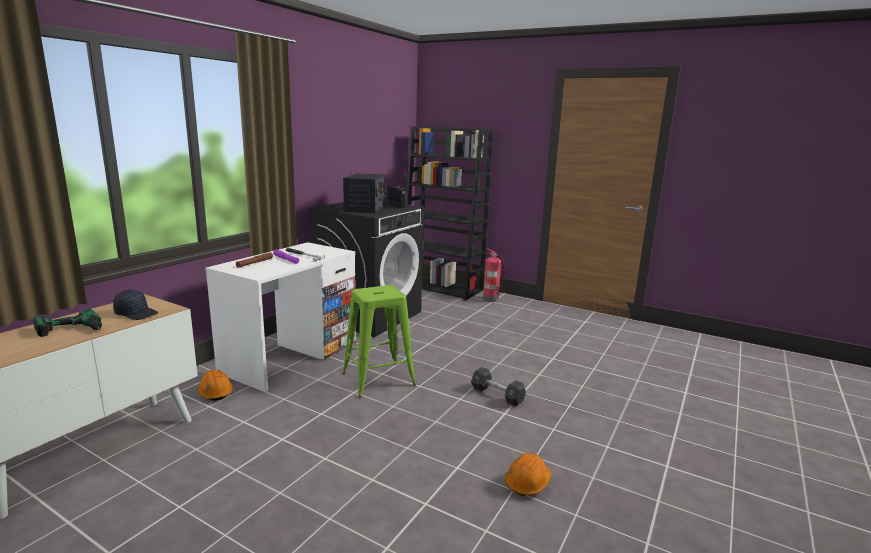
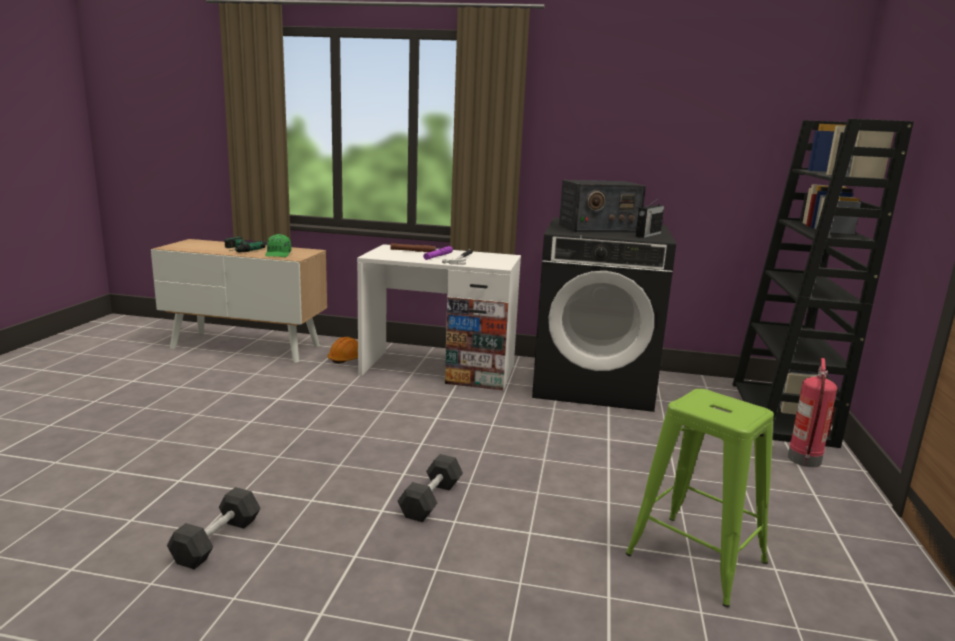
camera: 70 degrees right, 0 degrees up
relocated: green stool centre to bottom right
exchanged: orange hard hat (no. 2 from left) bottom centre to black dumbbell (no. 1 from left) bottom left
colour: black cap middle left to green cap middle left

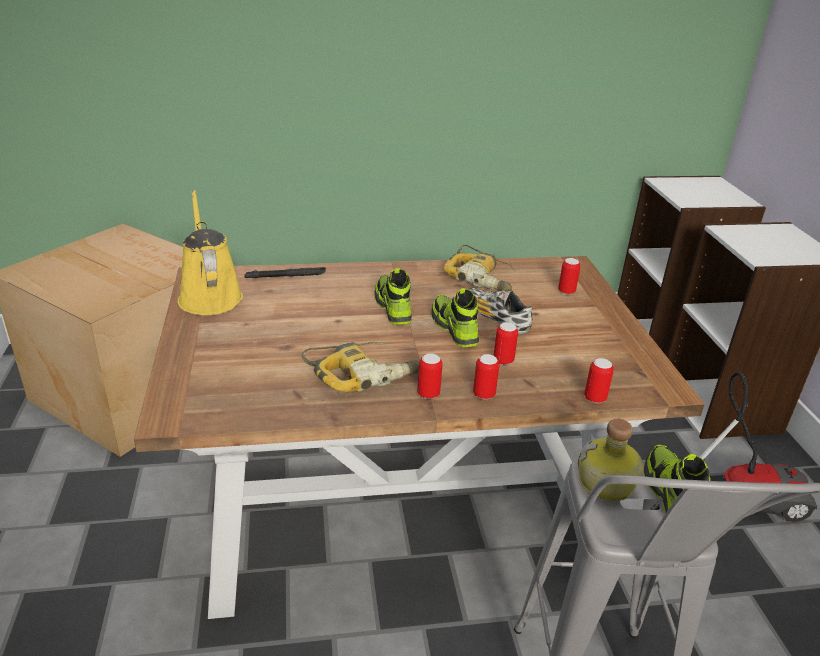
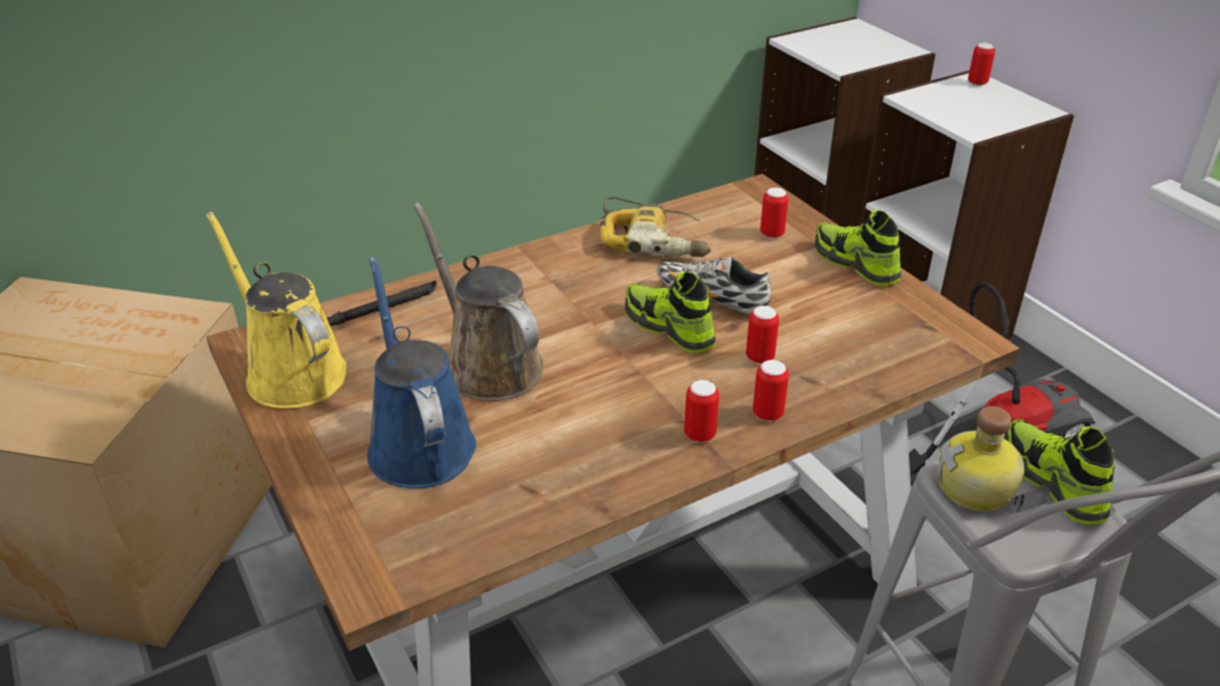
camera: 20 degrees left, 5 degrees up
missing: power drill (no. 1 from left) centre
appeared: blue watering can centre; brown watering can centre
relocated: shoe (no. 1 from left in the first image) centre to shoe (no. 3 from left) middle right; can (no. 5 from left) middle right to top right

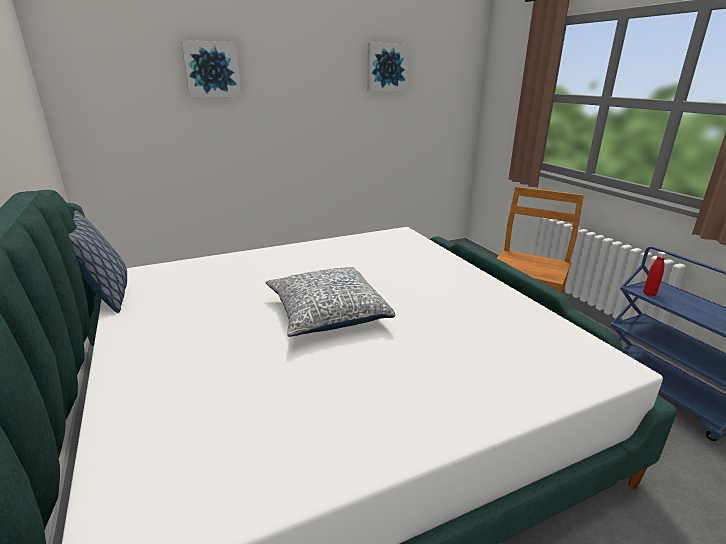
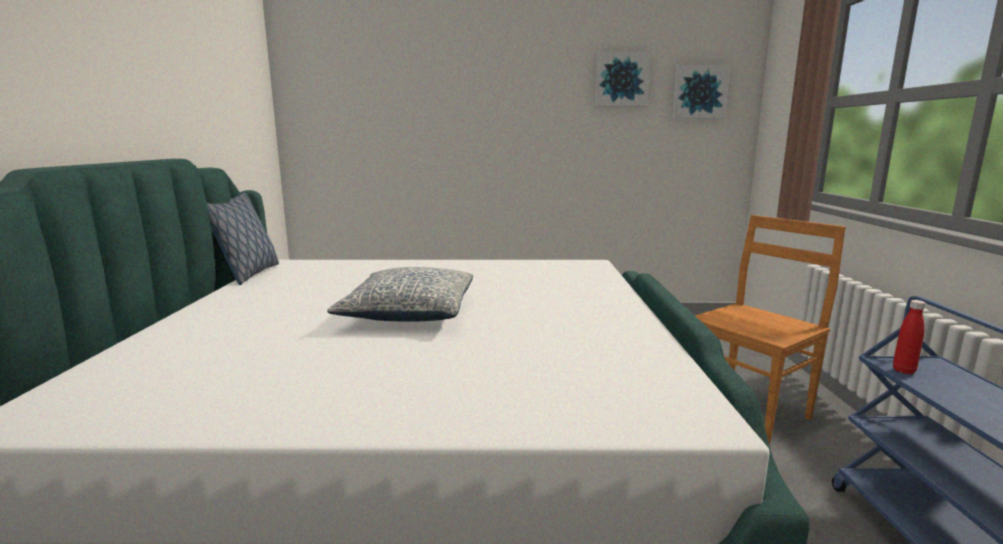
camera: 25 degrees right, 10 degrees down
relocated: picture (no. 1 from left in the first image) top left to picture (no. 2 from left) top right

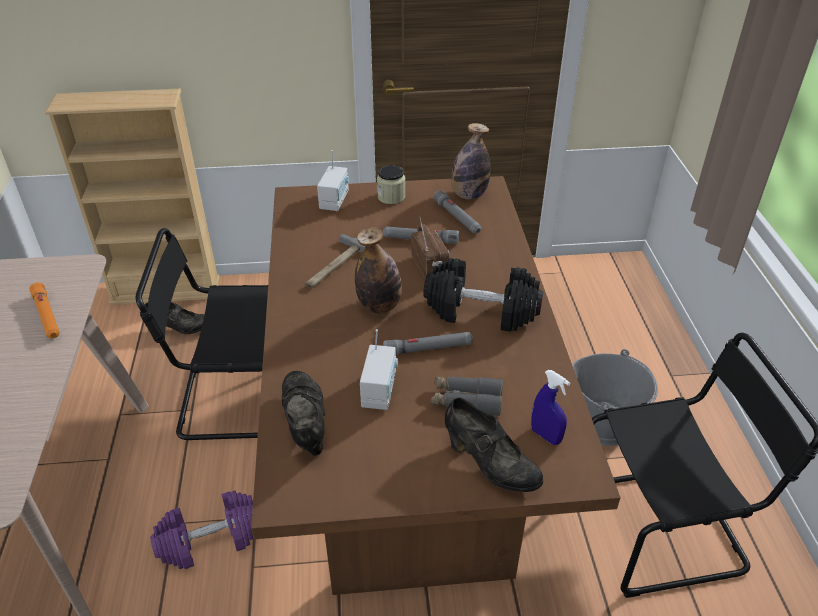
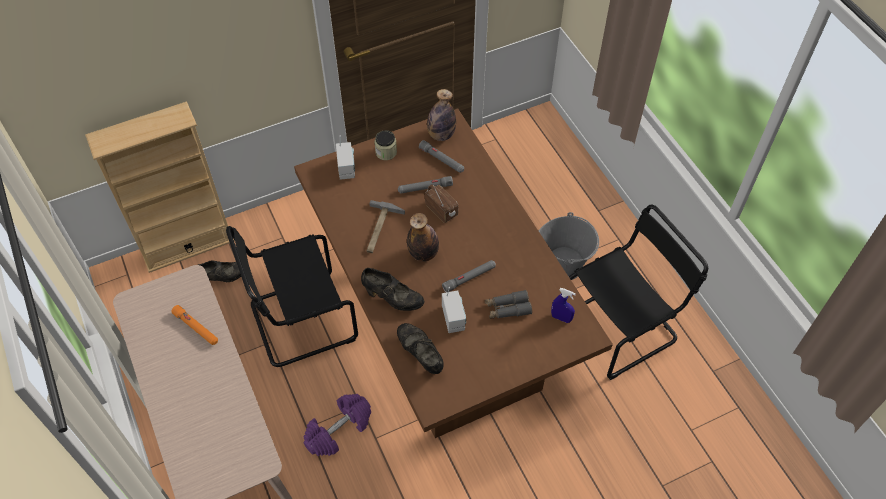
camera: 20 degrees left, 15 degrees up
missing: black dumbbell centre
relocated: black shoe (no. 3 from left in the first image) bottom centre to black shoe (no. 2 from left) centre

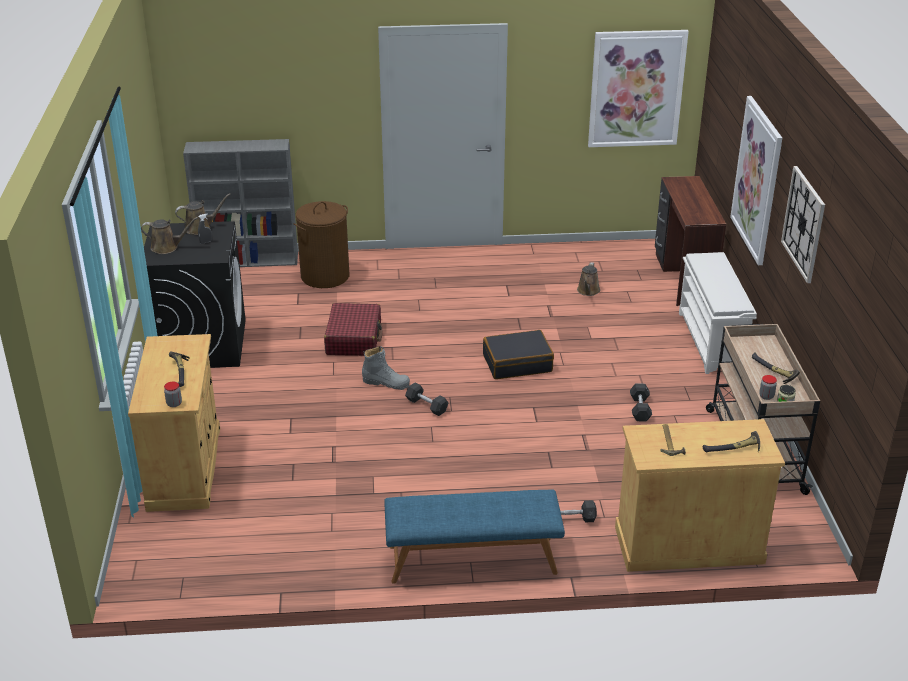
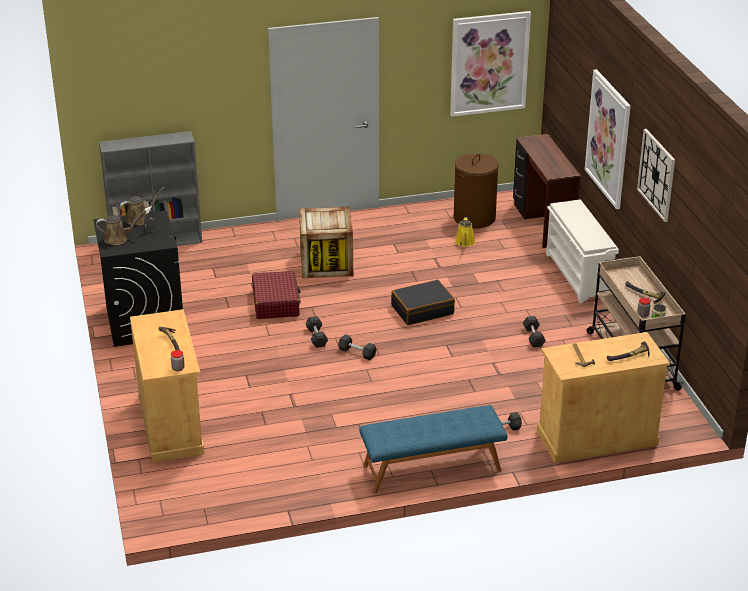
camera: 10 degrees left, 0 degrees up
appeared: crate centre
relocated: brown laundry basket centre to top centre
exchanged: grey boot centre to grey dumbbell (no. 1 from left) centre
colour: brown watering can (no. 3 from left) centre to yellow watering can centre

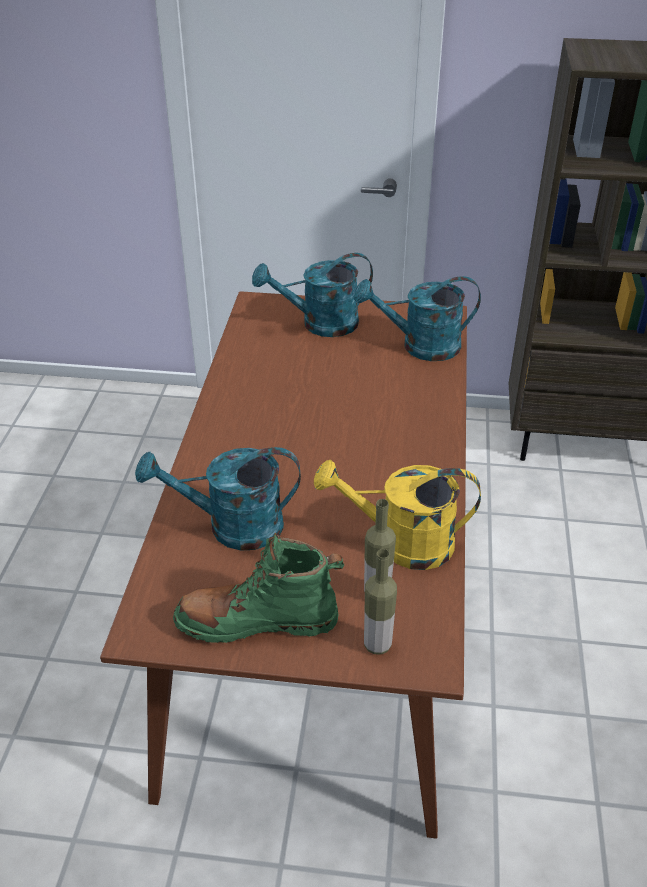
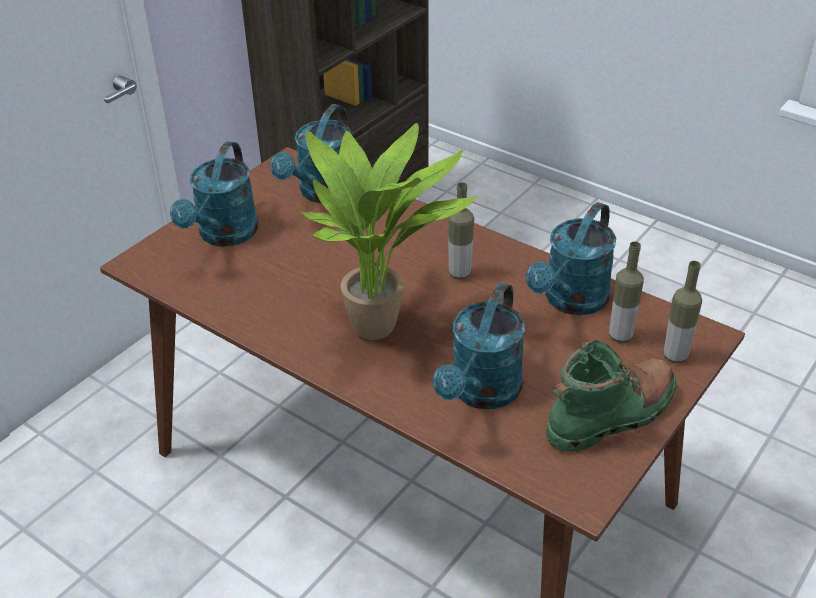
camera: 60 degrees left, 0 degrees up
appeared: potted plant centre; bottle (no. 1 from left) centre
colour: yellow watering can centre to turquoise watering can (no. 4 from left) middle right
spun: green boot centre = middle right 150 degrees counterclockwise

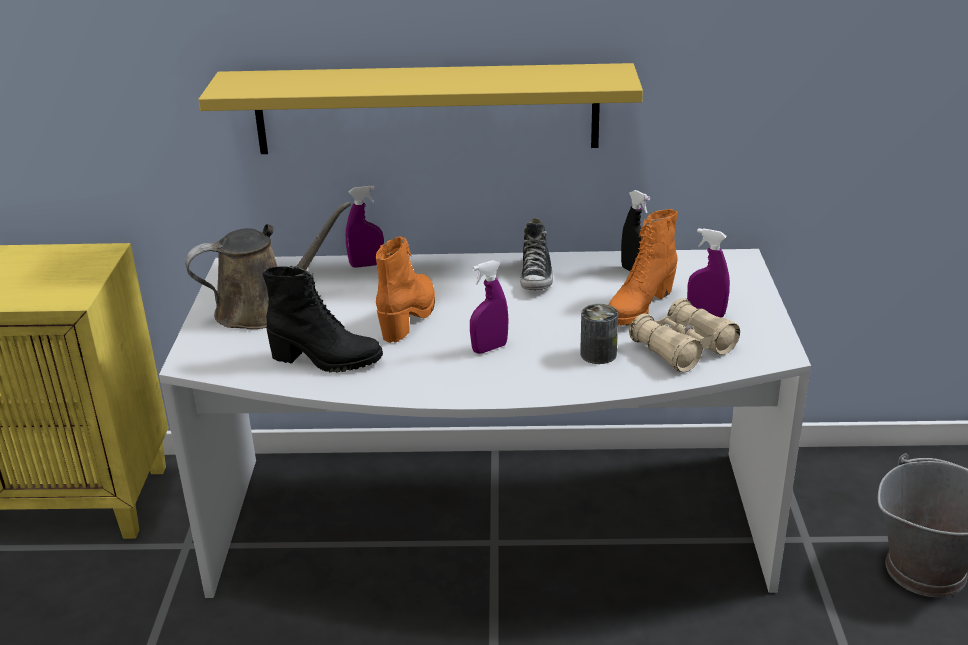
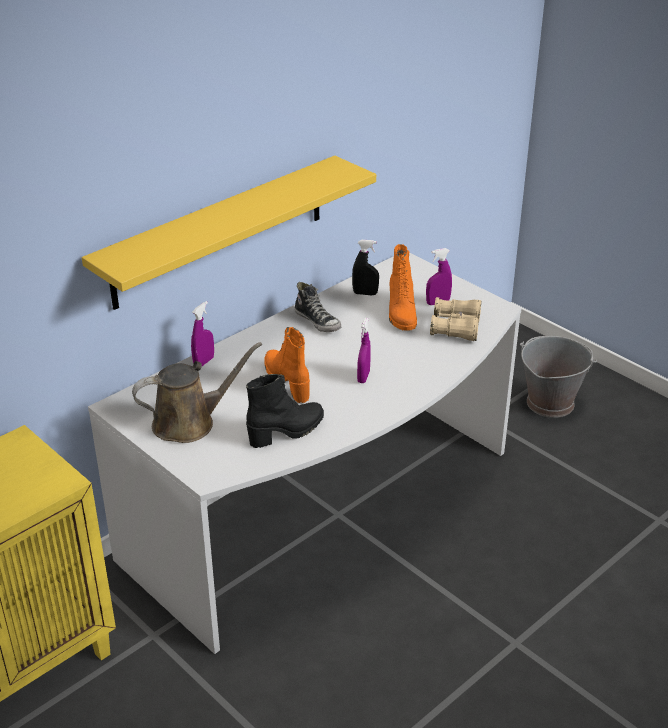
camera: 45 degrees left, 5 degrees up
missing: can centre
spun: brown watering can middle left = middle left 45 degrees clockwise

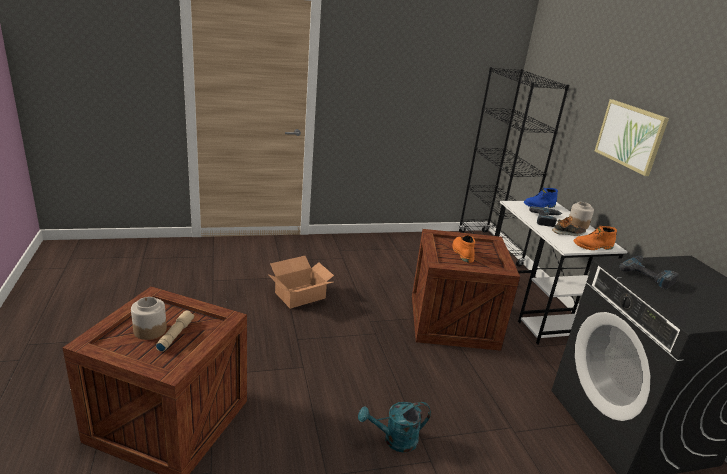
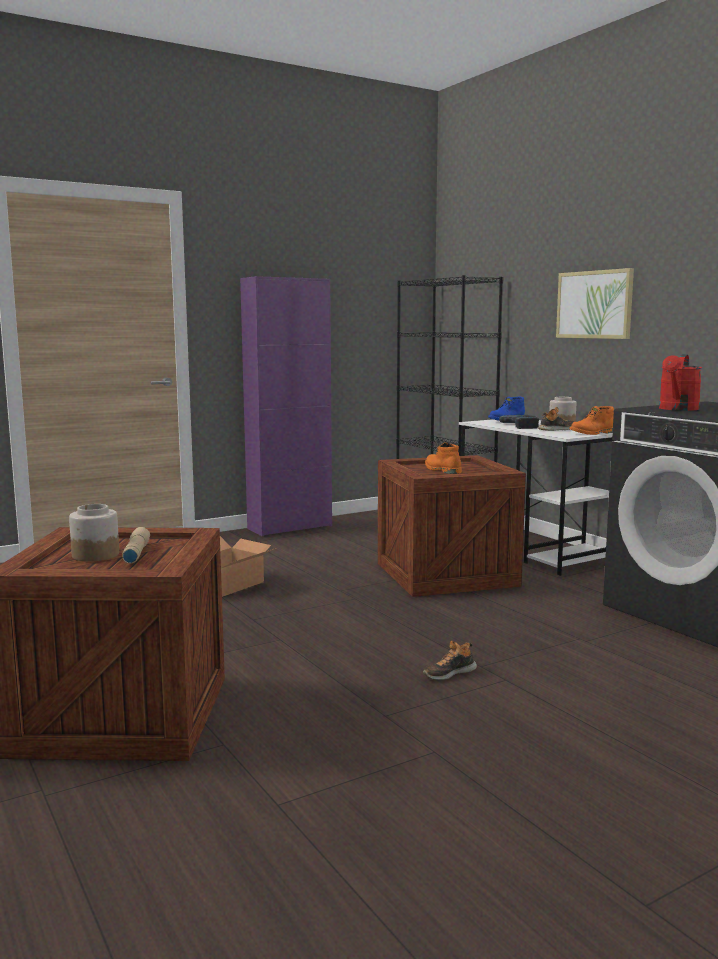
camera: 15 degrees left, 15 degrees down
appeared: purple cabinet centre
exchanged: turquoise watering can bottom centre to shoe (no. 1 from left) bottom centre; power drill (no. 2 from left) middle right to red watering can middle right

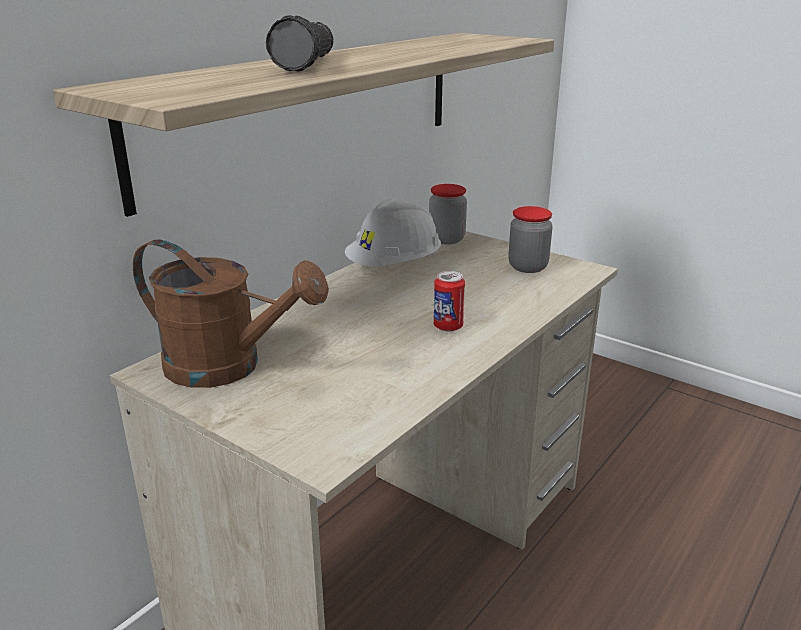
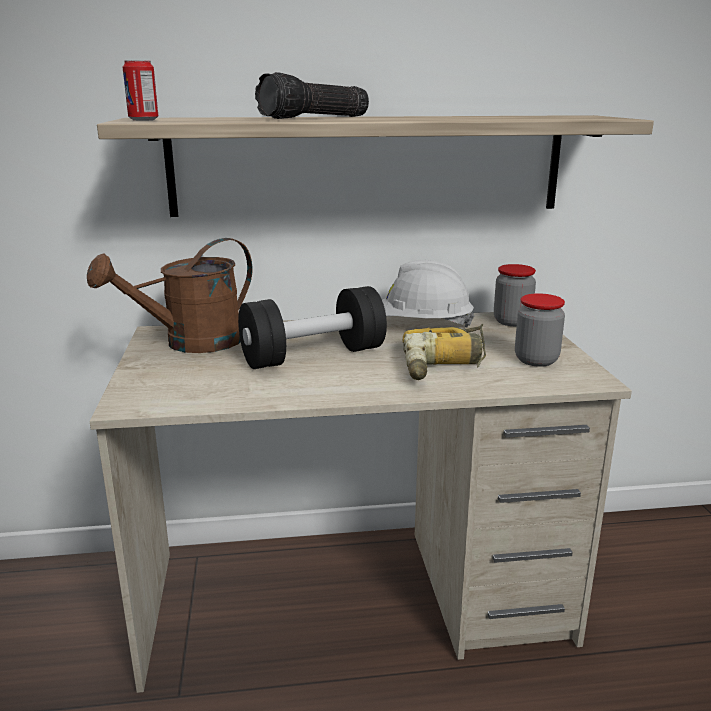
camera: 45 degrees right, 5 degrees down
appeared: black dumbbell centre; power drill centre
relocated: can centre to top left
spun: brown watering can middle left = middle left 75 degrees clockwise

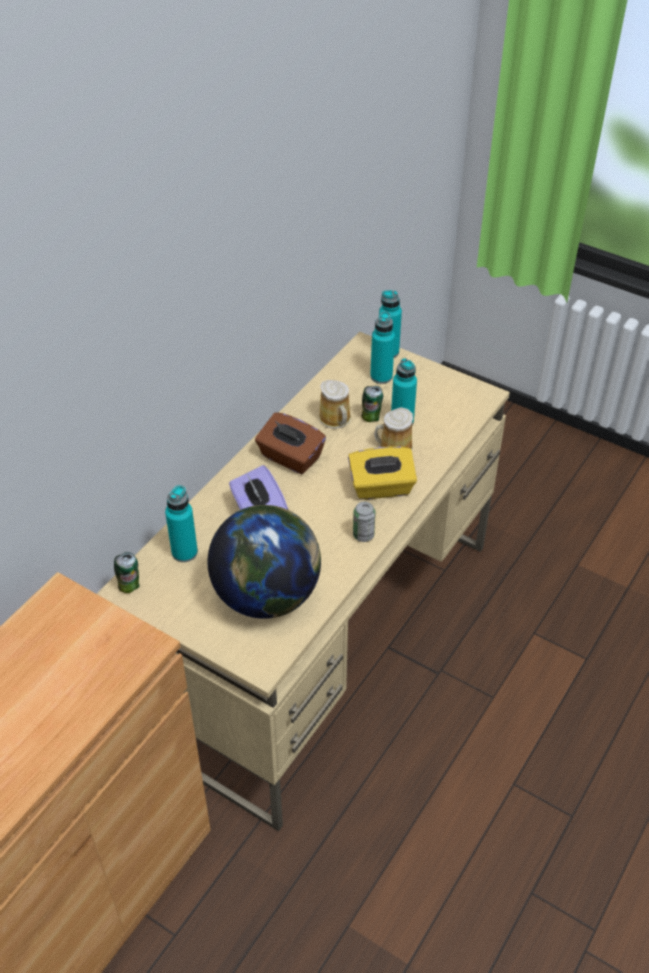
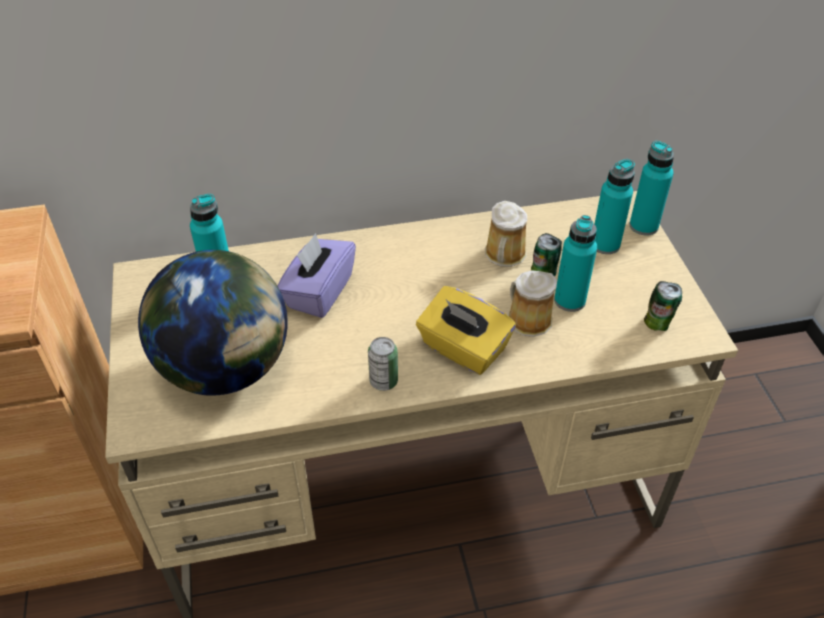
camera: 45 degrees right, 0 degrees up
missing: brown tissue box centre
relocated: can (no. 1 from left in the first image) middle left to can (no. 3 from left) middle right

